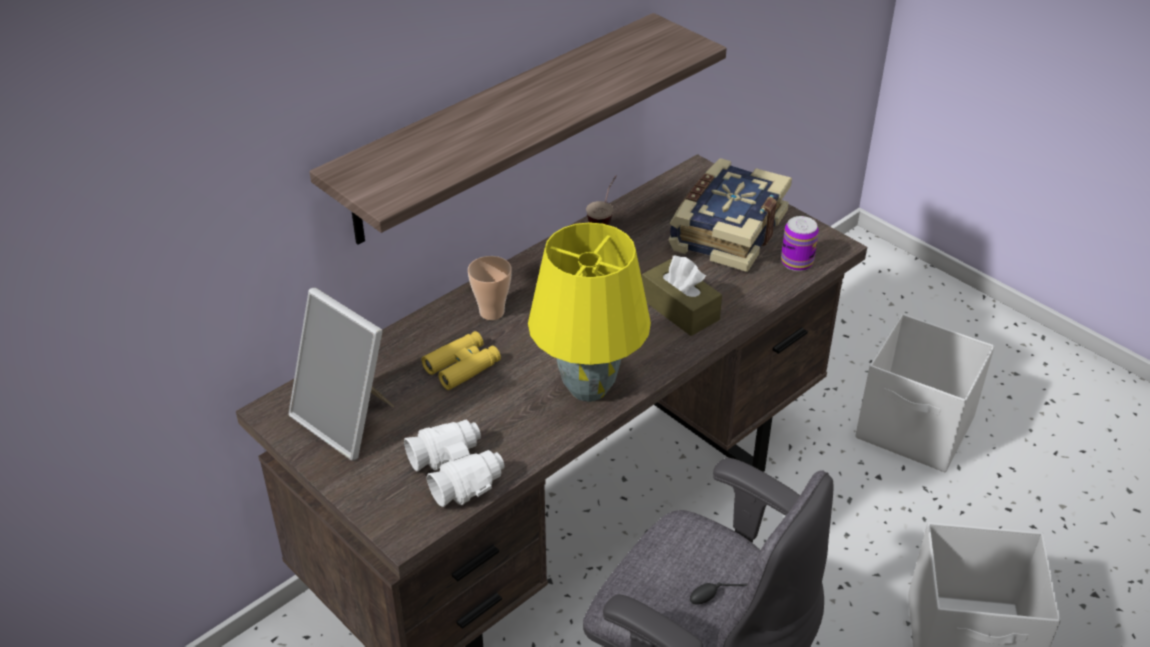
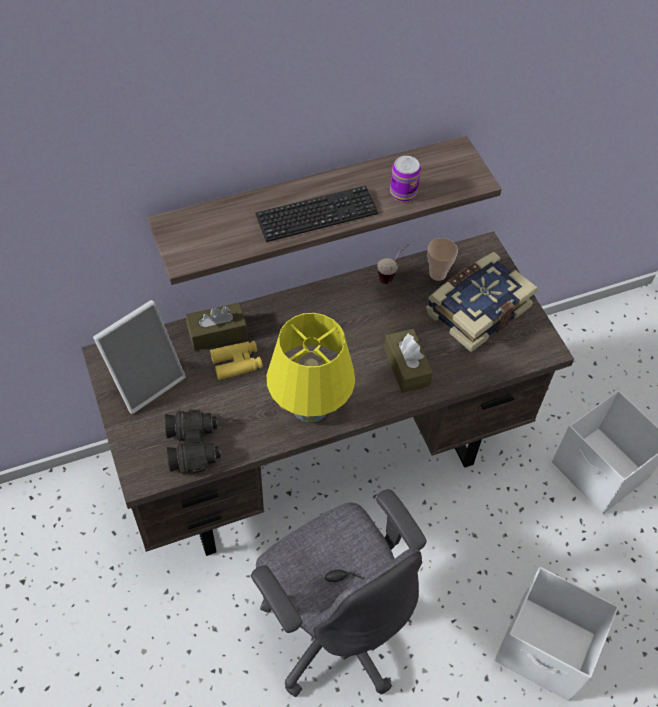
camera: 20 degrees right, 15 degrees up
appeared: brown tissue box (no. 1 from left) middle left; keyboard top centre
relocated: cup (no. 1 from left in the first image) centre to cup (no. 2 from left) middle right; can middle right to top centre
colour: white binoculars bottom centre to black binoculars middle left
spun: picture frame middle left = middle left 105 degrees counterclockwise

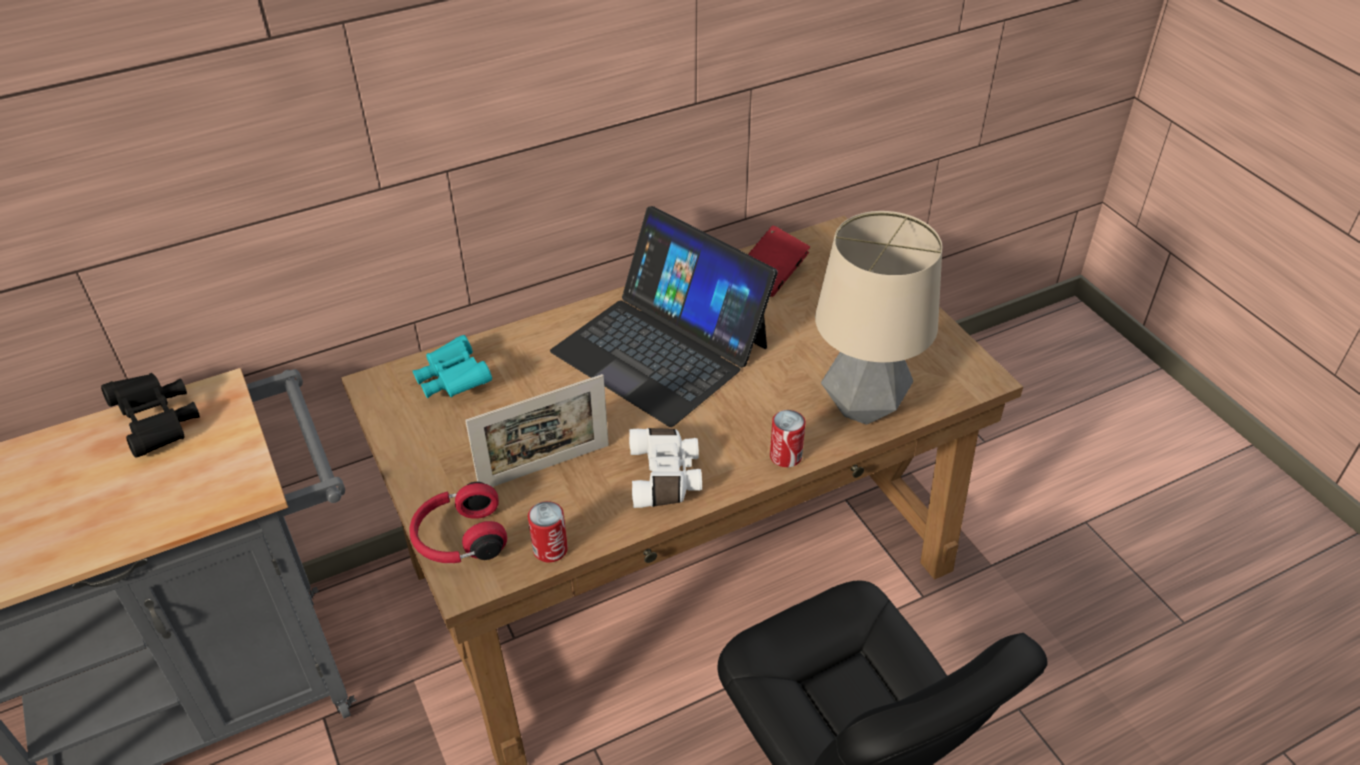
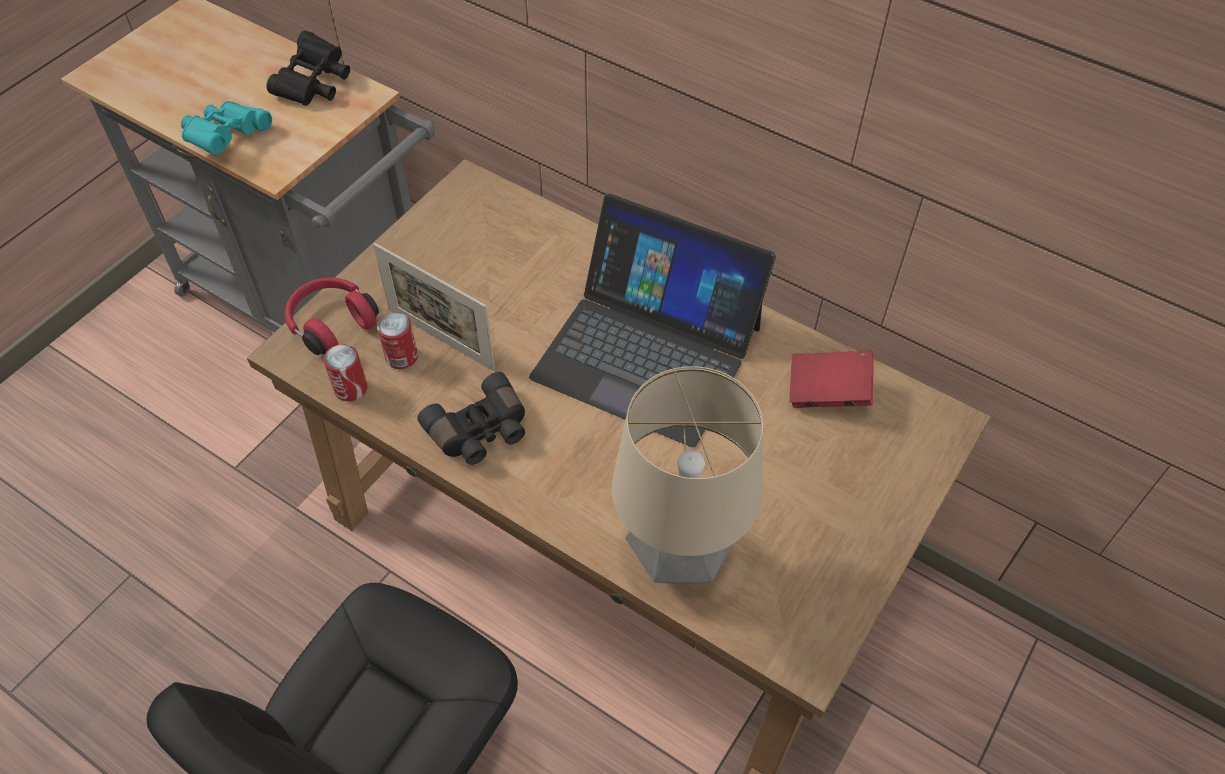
camera: 60 degrees right, 10 degrees up
relocated: turquoise binoculars middle left to top left; can (no. 2 from left) centre to middle left
colour: white binoculars centre to black binoculars (no. 2 from left) centre
spun: laptop centre = centre 75 degrees counterclockwise

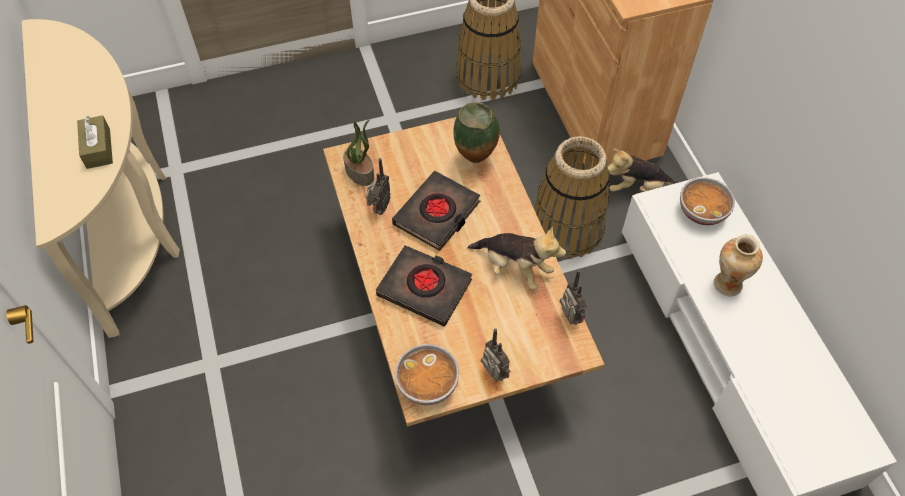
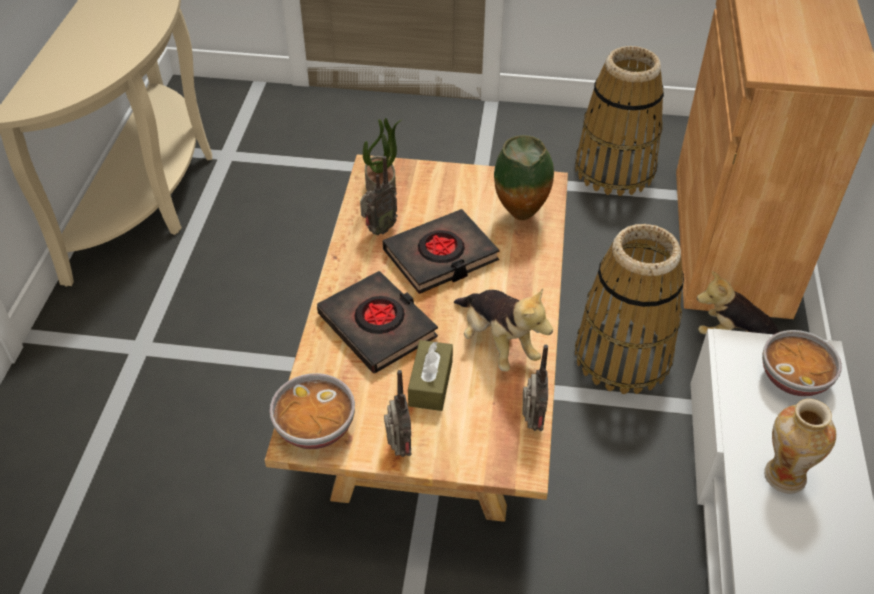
camera: 25 degrees right, 10 degrees down
relocated: brown tissue box top left to centre

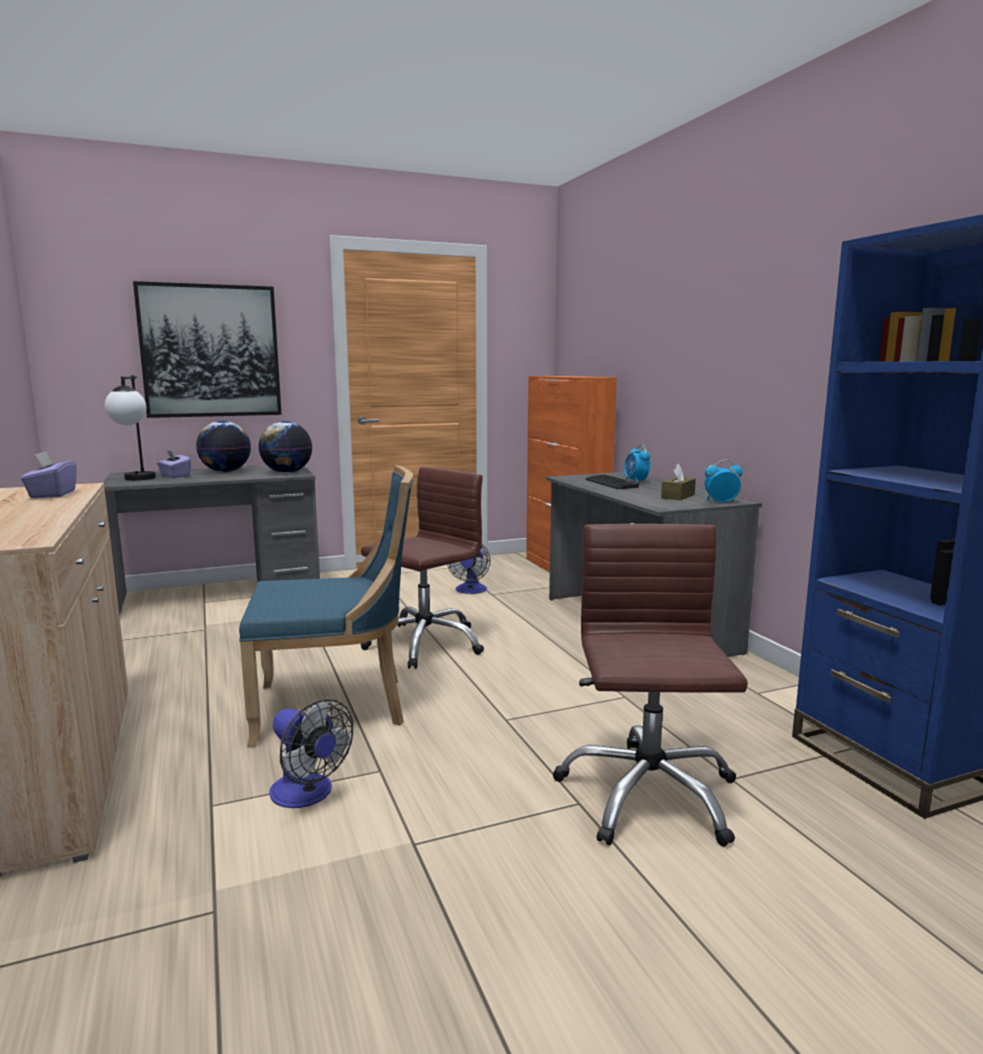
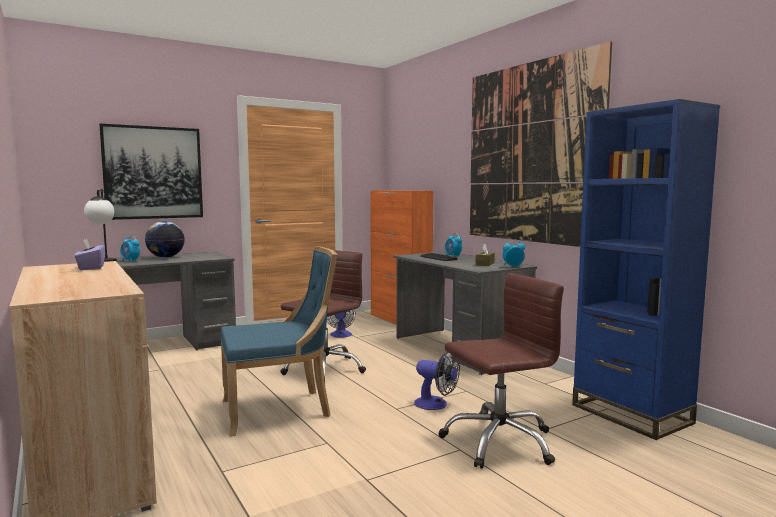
camera: 10 degrees left, 5 degrees down
missing: globe (no. 2 from left) middle left
appeared: picture (no. 2 from left) top right
relocated: fan (no. 1 from left in the first image) bottom left to fan (no. 2 from left) bottom centre
exchanged: purple tissue box (no. 2 from left) middle left to alarm clock (no. 1 from left) middle left
spun: brown office chair (no. 2 from left) centre = bottom centre 75 degrees clockwise

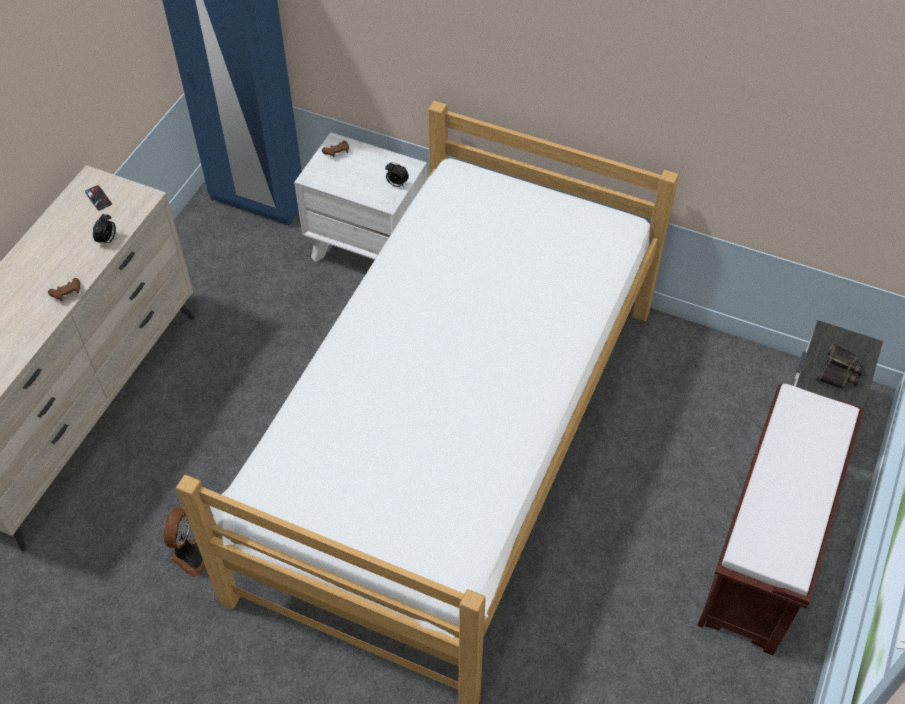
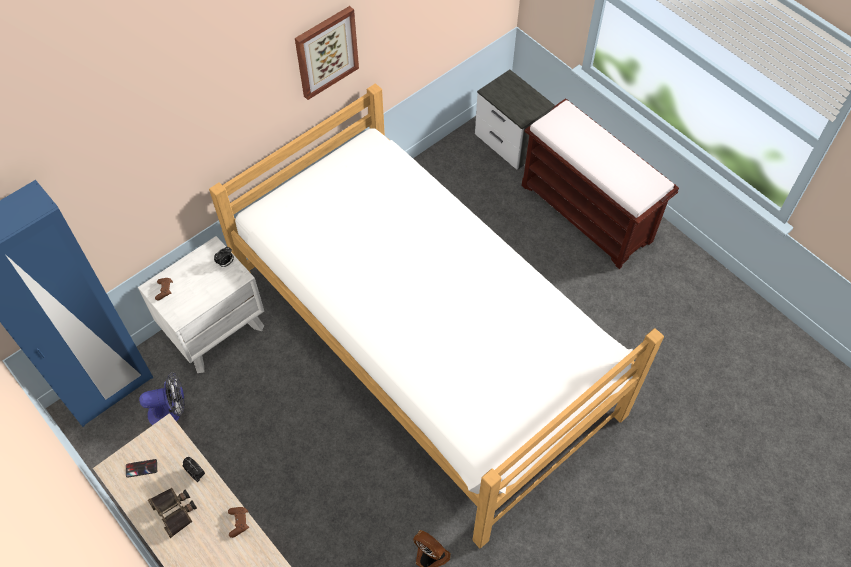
camera: 65 degrees left, 5 degrees up
appeared: fan (no. 1 from left) bottom left; picture top centre
relocated: binoculars middle right to bottom left

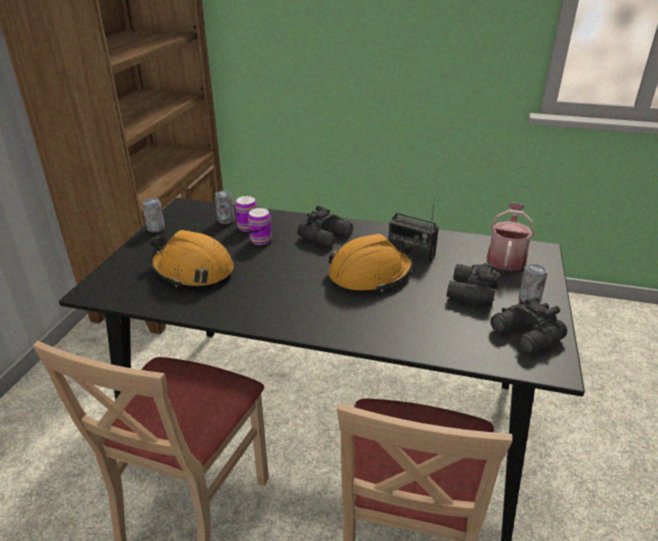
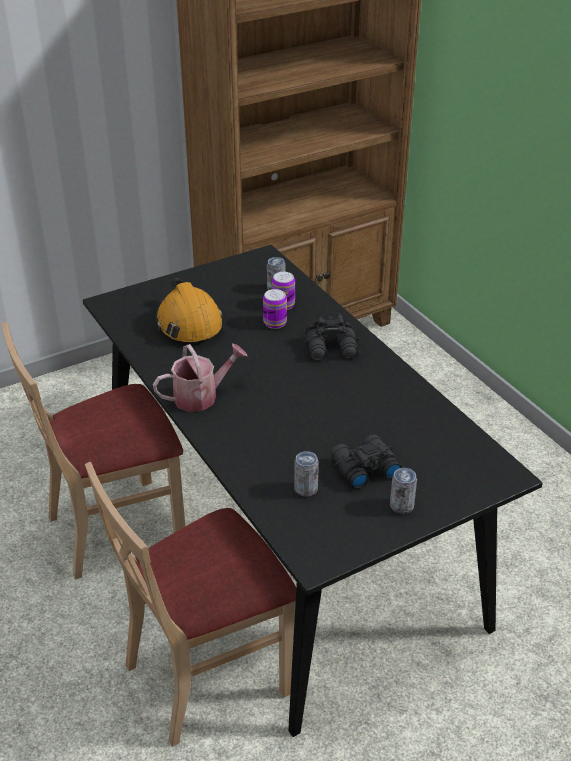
camera: 45 degrees right, 5 degrees up
missing: orange hard hat (no. 2 from left) centre; radio centre; black binoculars (no. 3 from left) middle right
relocated: can (no. 1 from left in the first image) middle left to can (no. 4 from left) centre; watering can middle right to centre

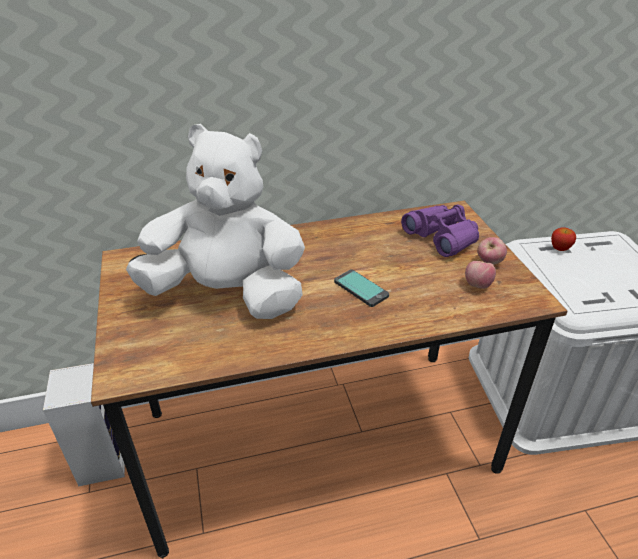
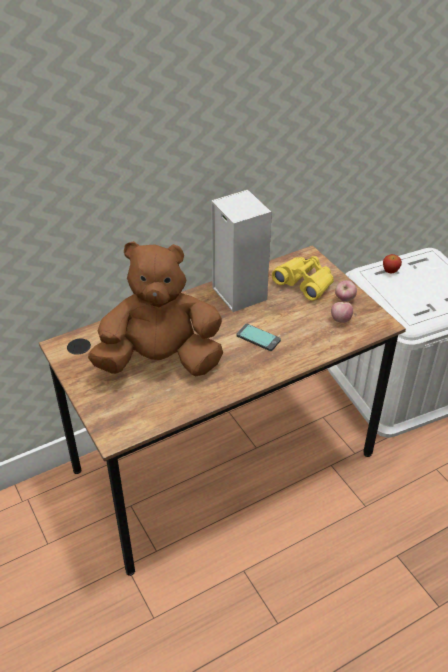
camera: 15 degrees left, 5 degrees up
relocated: speaker bottom left to centre
colour: white plush toy centre to brown plush toy centre; purple binoculars middle right to yellow binoculars middle right

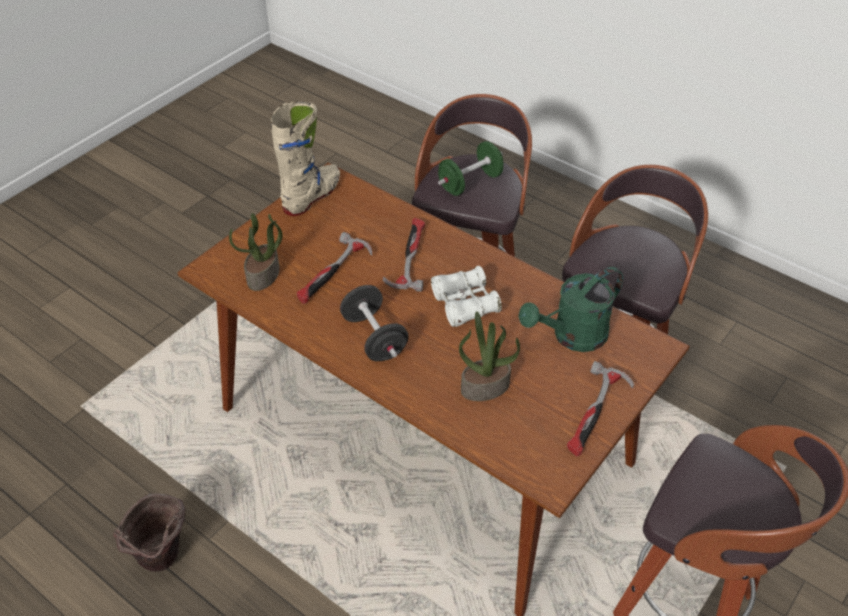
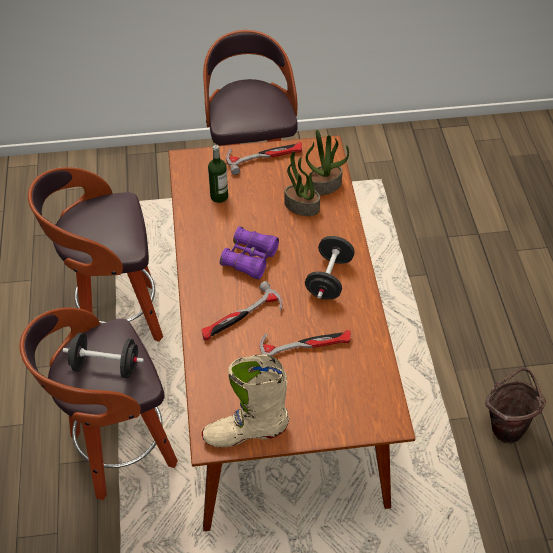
camera: 135 degrees left, 5 degrees up
relocated: potted plant (no. 1 from left in the first image) middle left to potted plant (no. 2 from left) top centre
exchanged: green watering can middle right to bottle top centre
colour: white binoculars centre to purple binoculars centre; green dumbbell top centre to black dumbbell (no. 1 from left) middle left

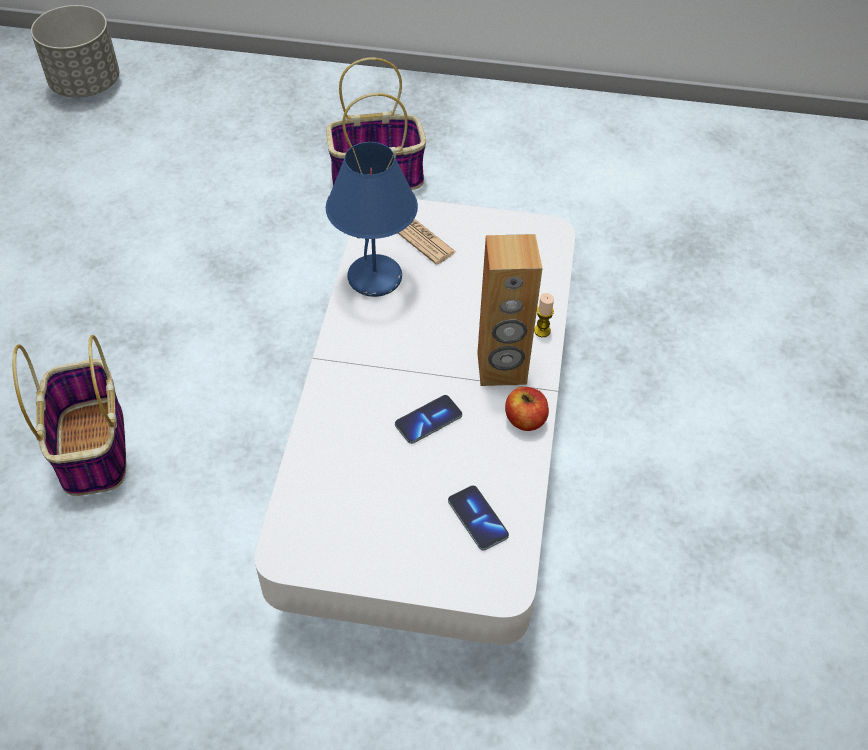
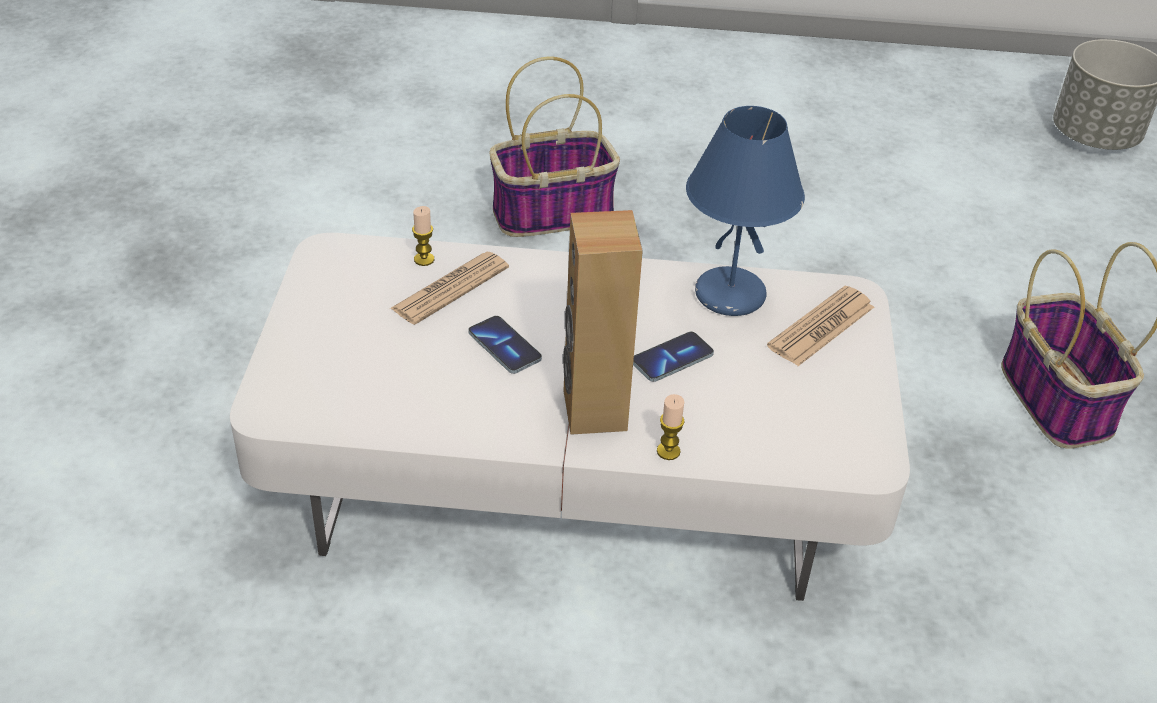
camera: 85 degrees right, 10 degrees down
missing: apple centre
appeared: newspaper (no. 1 from left) centre; candle (no. 1 from left) centre
relocated: phone (no. 2 from left) bottom centre to centre

